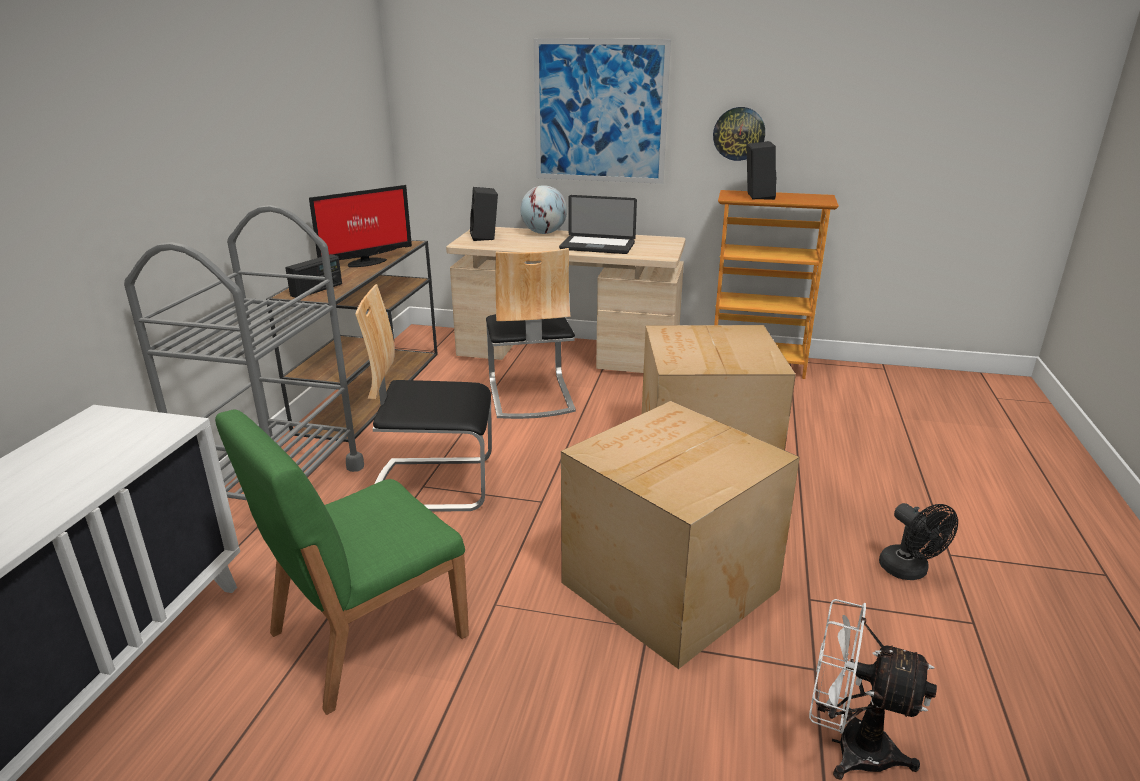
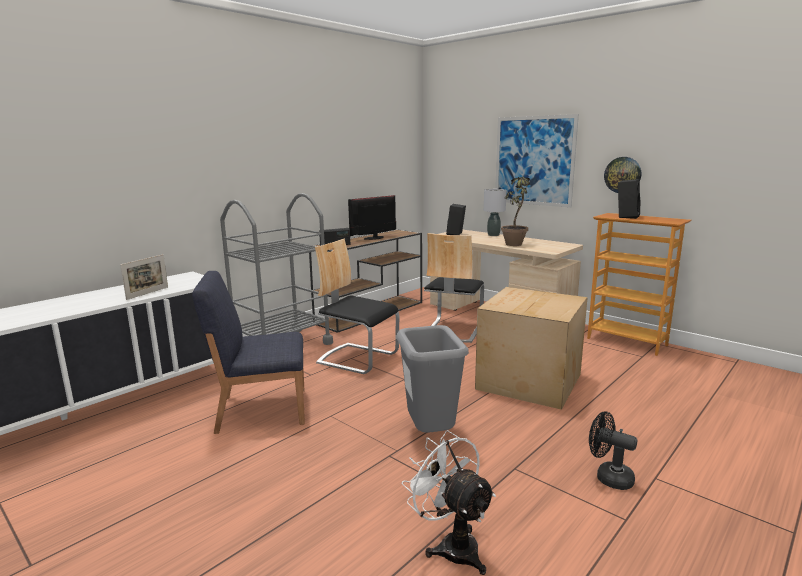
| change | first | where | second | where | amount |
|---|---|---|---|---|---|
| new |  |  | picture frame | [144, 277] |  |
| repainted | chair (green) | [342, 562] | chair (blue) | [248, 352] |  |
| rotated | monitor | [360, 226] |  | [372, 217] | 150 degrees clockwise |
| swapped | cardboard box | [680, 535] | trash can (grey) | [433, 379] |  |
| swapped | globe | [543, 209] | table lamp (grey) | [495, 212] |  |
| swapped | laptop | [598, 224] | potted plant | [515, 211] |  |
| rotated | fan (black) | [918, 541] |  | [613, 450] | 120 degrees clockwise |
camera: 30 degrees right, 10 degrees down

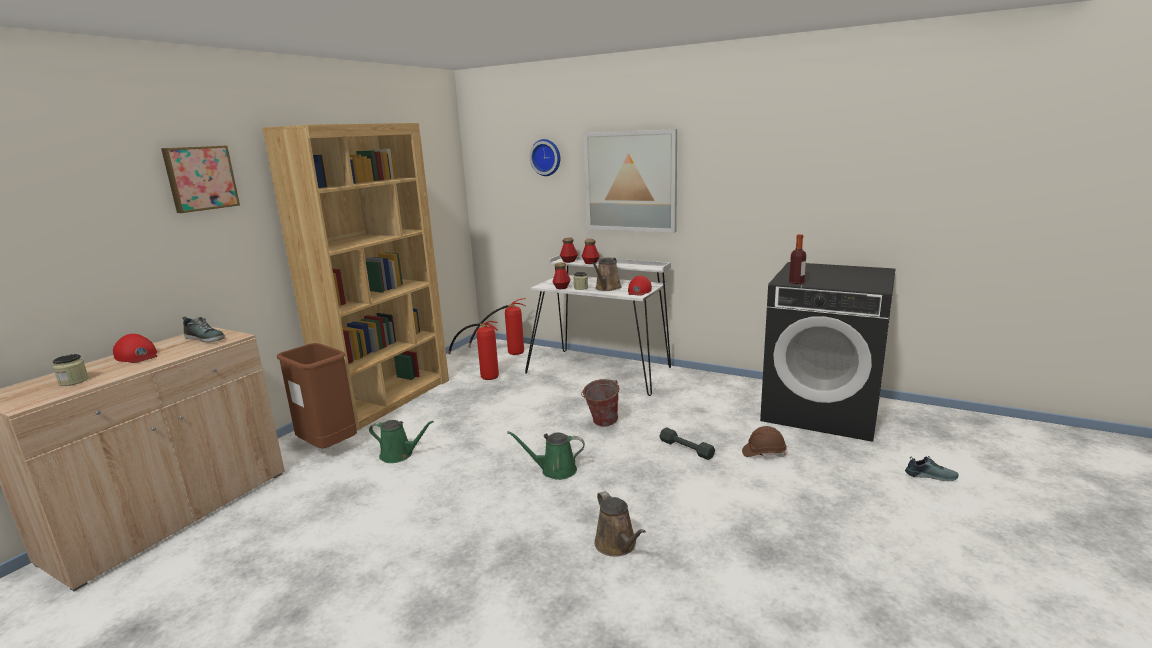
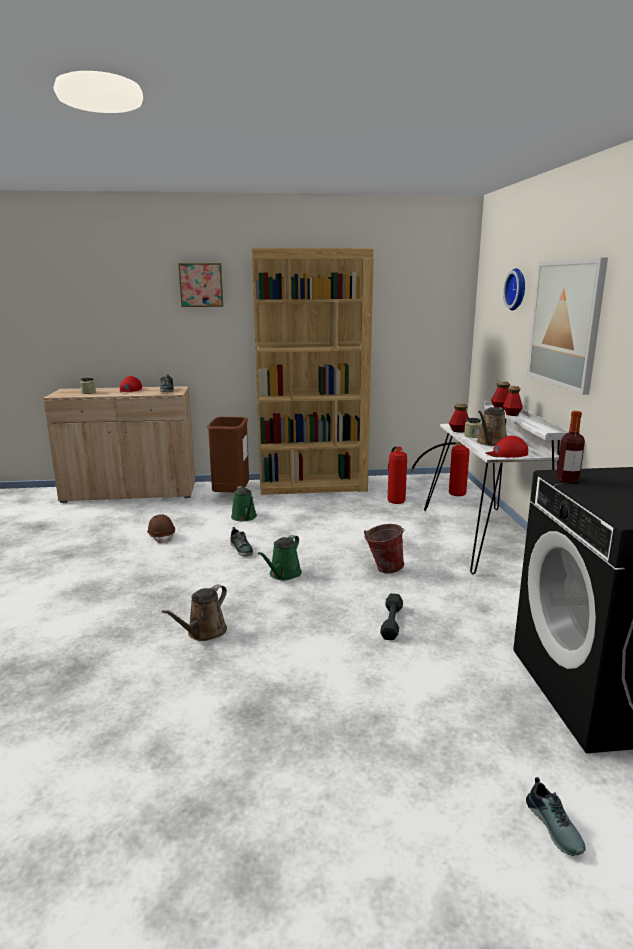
| change | first | where | second | where | amount |
|---|---|---|---|---|---|
| shifted | hard hat (brown) | [764, 441] |  | [161, 529] |  |
| new |  |  | shoe | [241, 542] |  |
| rotated | watering can (green) | [546, 455] |  | [280, 557] | 120 degrees counterclockwise |
| rotated | watering can (brown) | [607, 274] |  | [492, 426] | 45 degrees counterclockwise |
camera: 55 degrees right, 0 degrees up

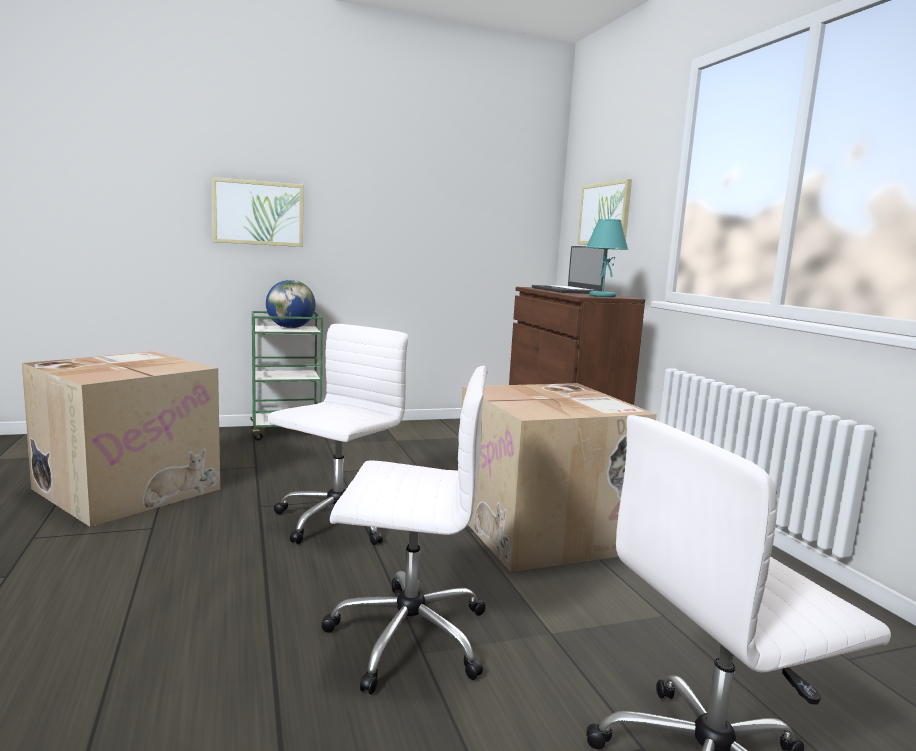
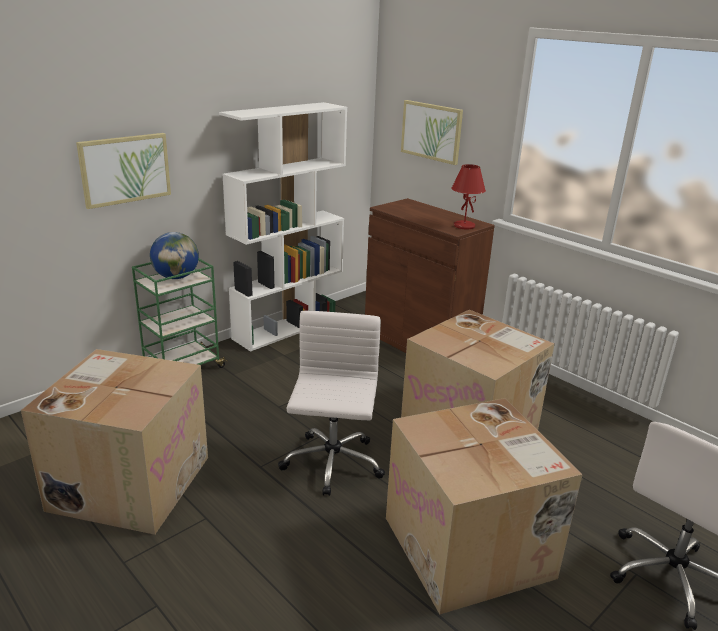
| change | first | where | second | where | amount |
|---|---|---|---|---|---|
| new |  |  | bookcase (white) | [283, 227] |  |
| swapped | office chair (white) | [404, 530] | cardboard box | [484, 506] |  |
| repainted | table lamp (turquoise) | [607, 258] | table lamp (red) | [468, 196] |  |
| gone | laptop | [569, 270] |  |  |  |
camera: 25 degrees left, 15 degrees up

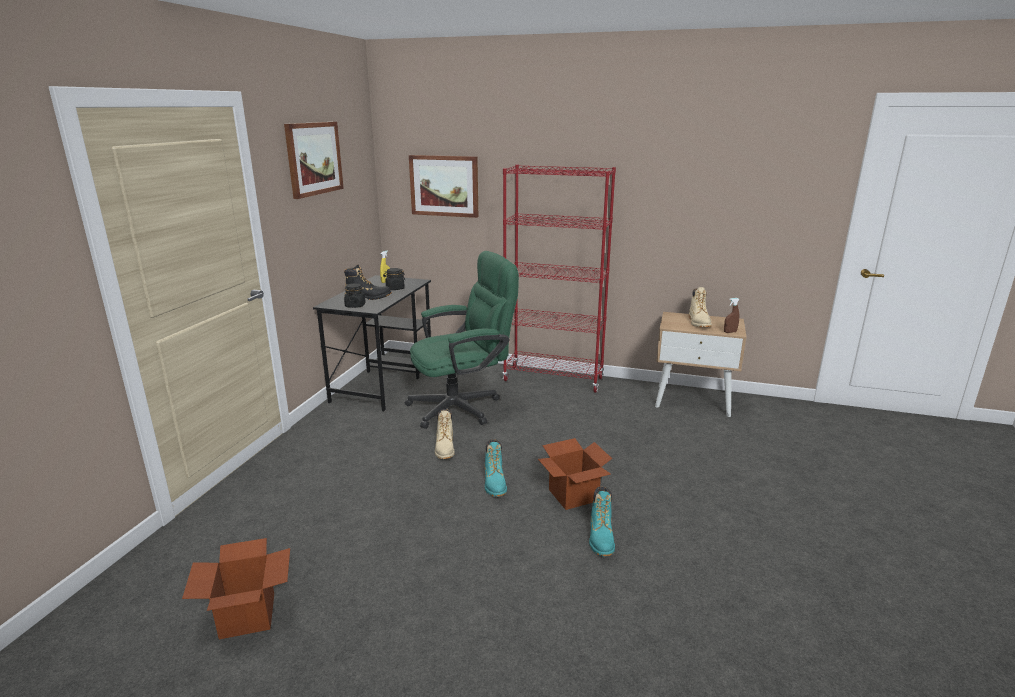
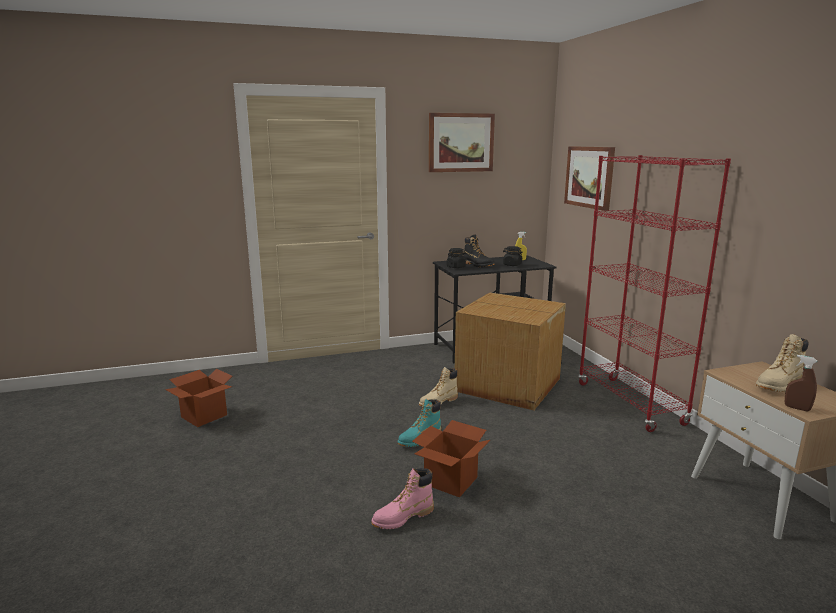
| change | first | where | second | where | amount |
|---|---|---|---|---|---|
| repainted | boot (turquoise) | [602, 521] | boot (pink) | [402, 498] |  |
| swapped | office chair (green) | [462, 340] | cardboard box | [510, 351] |  |
camera: 55 degrees right, 5 degrees down

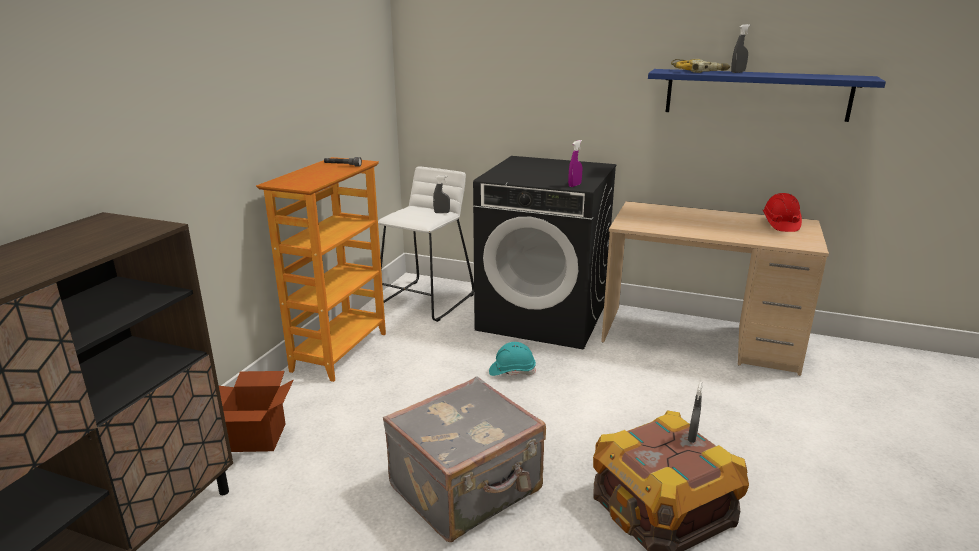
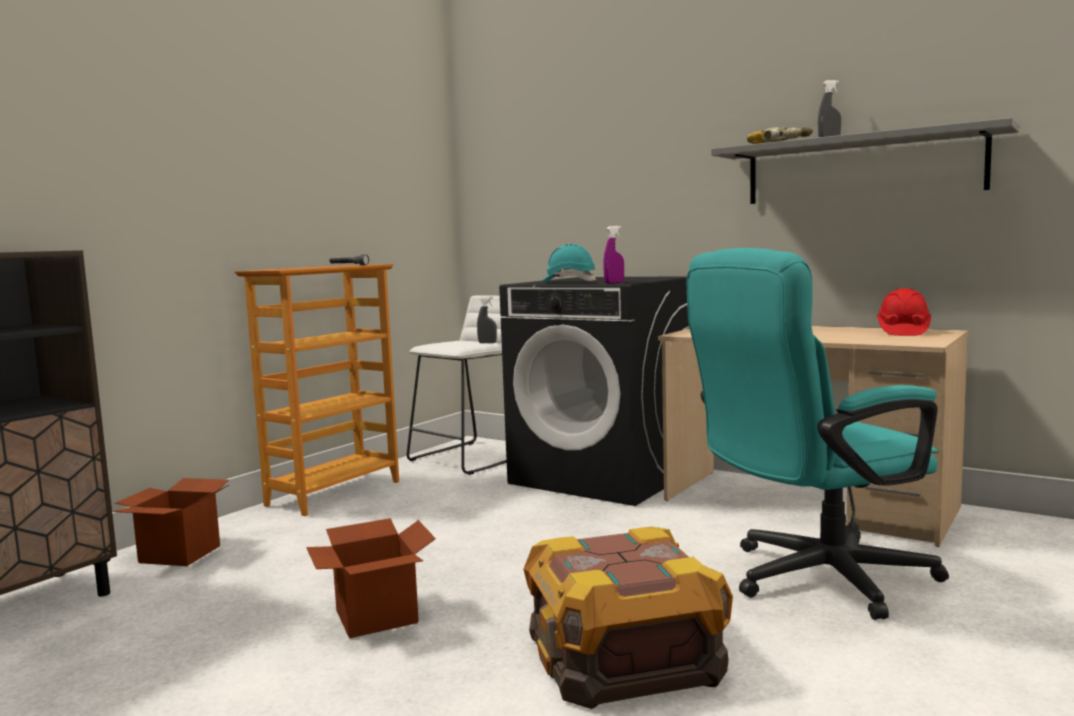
| change | first | where | second | where | amount |
|---|---|---|---|---|---|
| swapped | suitcase (grey) | [464, 459] | cardboard box | [371, 578] |  |
| shifted | hard hat (turquoise) | [512, 359] |  | [568, 263] |  |
| new |  |  | office chair (turquoise) | [817, 434] |  |
| repainted | shelf (blue) | [767, 95] | shelf (grey) | [865, 161] |  |
| gone | spray bottle (grey) | [695, 412] |  |  |  |
camera: 15 degrees right, 15 degrees down

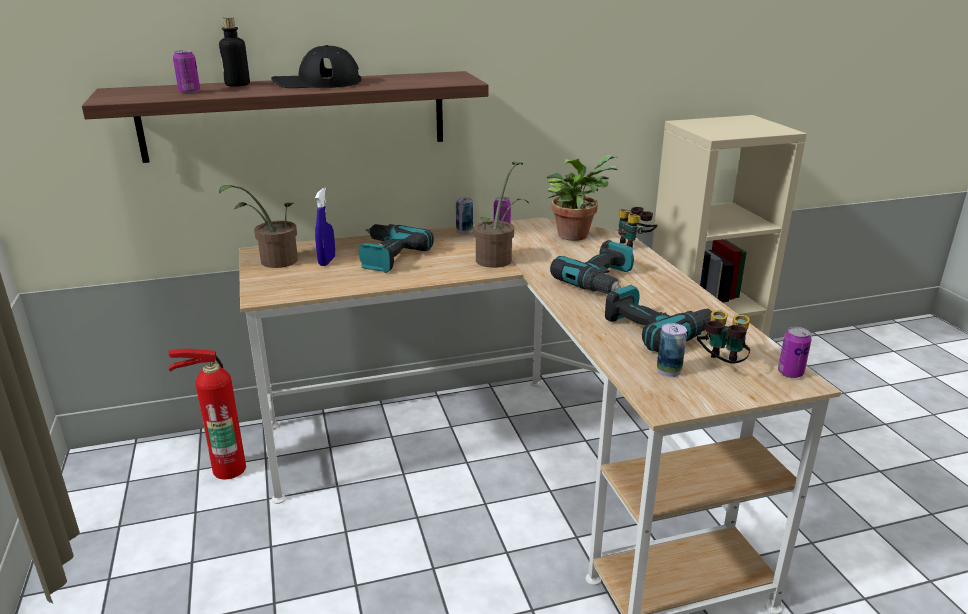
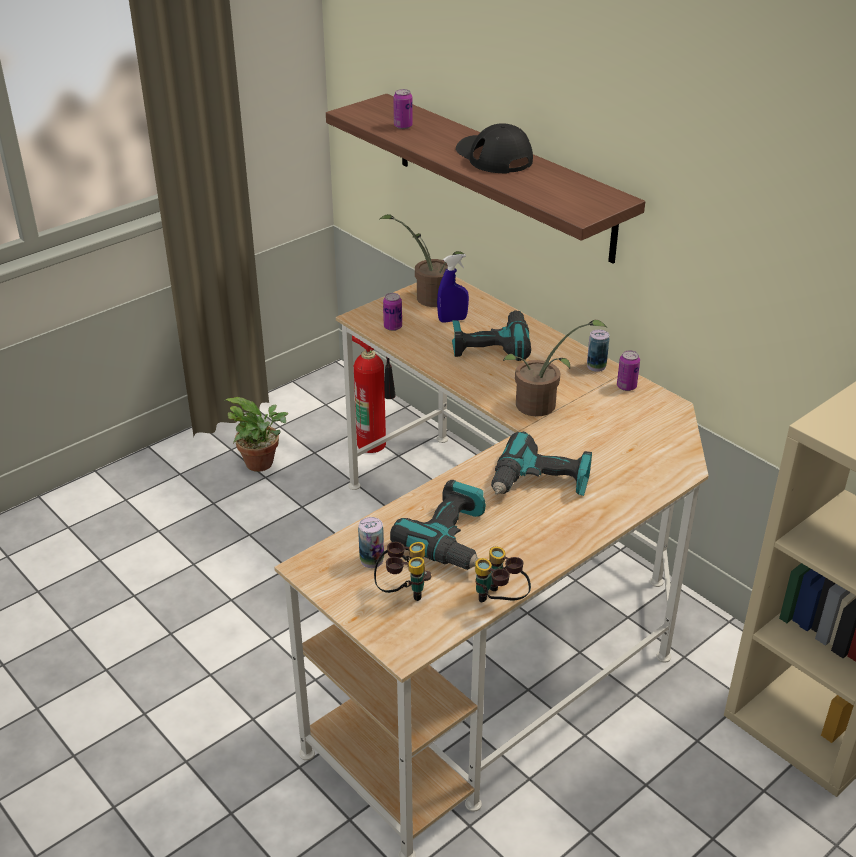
| change | first | where | second | where | amount |
|---|---|---|---|---|---|
| shifted | potted plant | [582, 198] |  | [256, 434] |  |
| shifted | can | [795, 352] |  | [392, 312] |  |
| shifted | binoculars | [638, 227] |  | [503, 574] |  |
| gone | bottle | [234, 52] |  |  |  |
camera: 65 degrees right, 10 degrees up

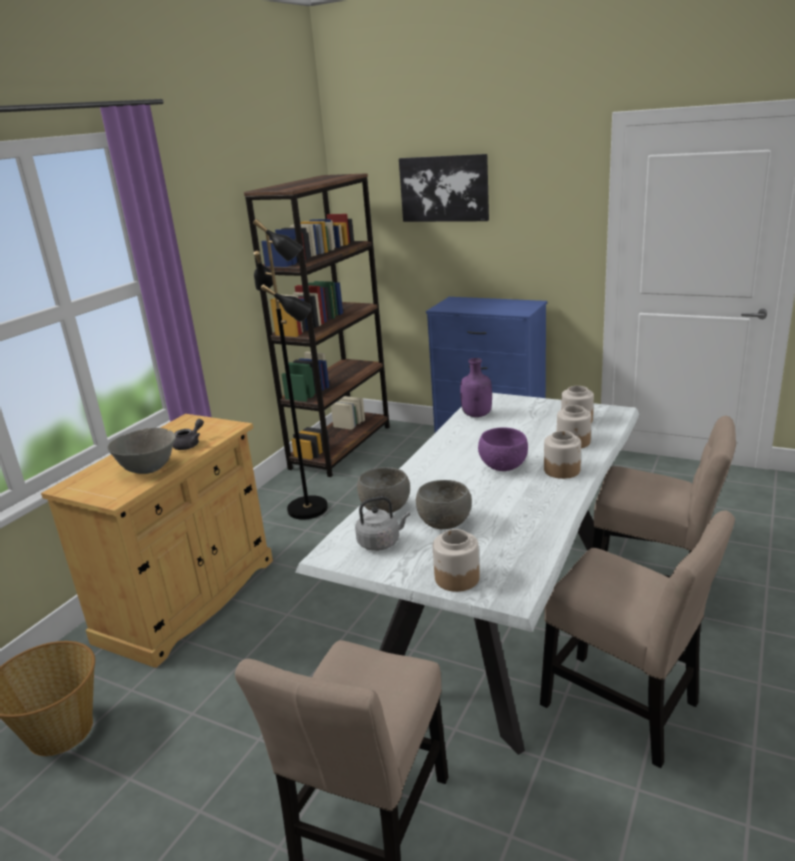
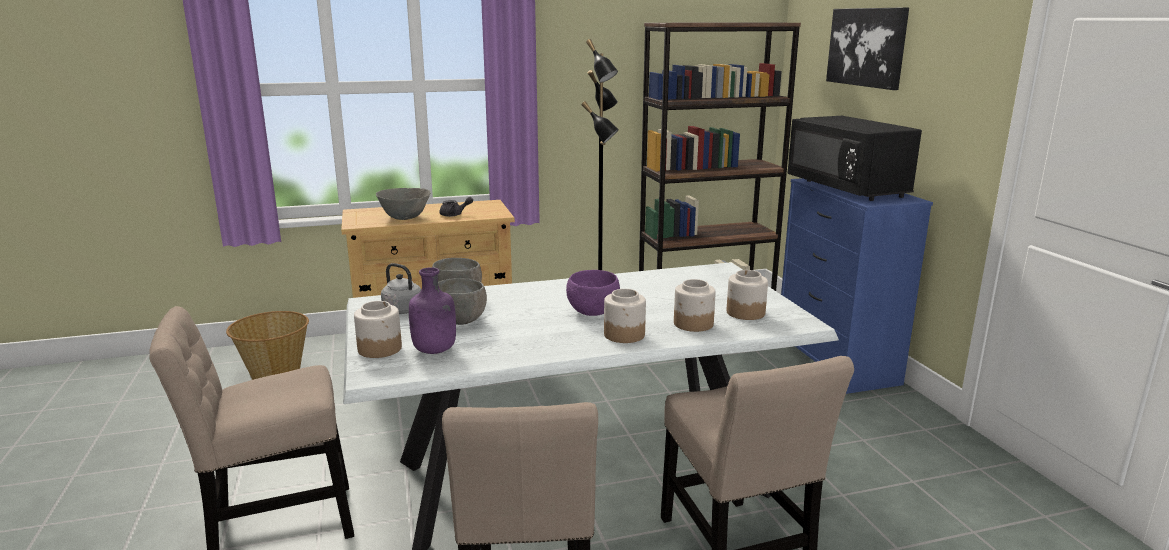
| change | first | where | second | where | amount |
|---|---|---|---|---|---|
| shifted | bottle (purple) | [476, 387] |  | [432, 310] |  |
| new |  |  | microwave (black) | [854, 158] |  |
camera: 45 degrees right, 5 degrees down

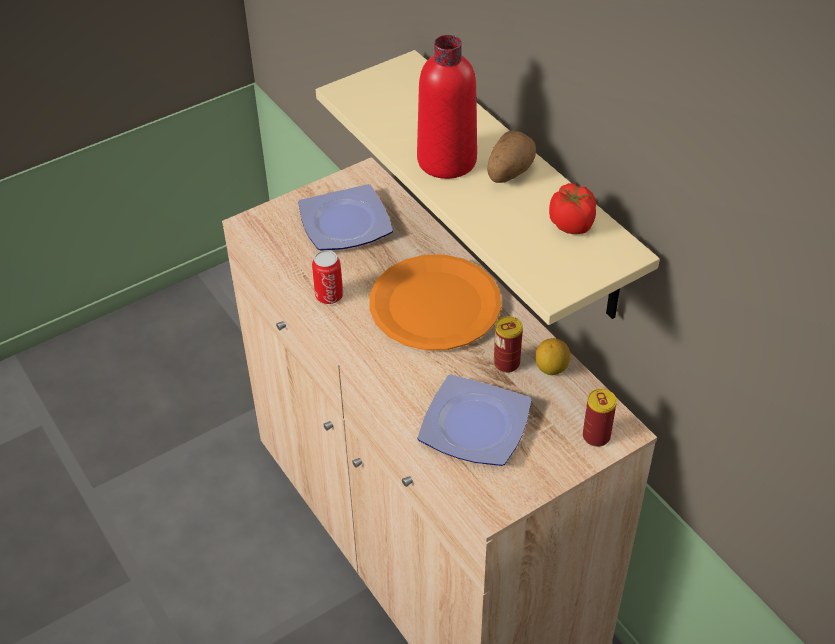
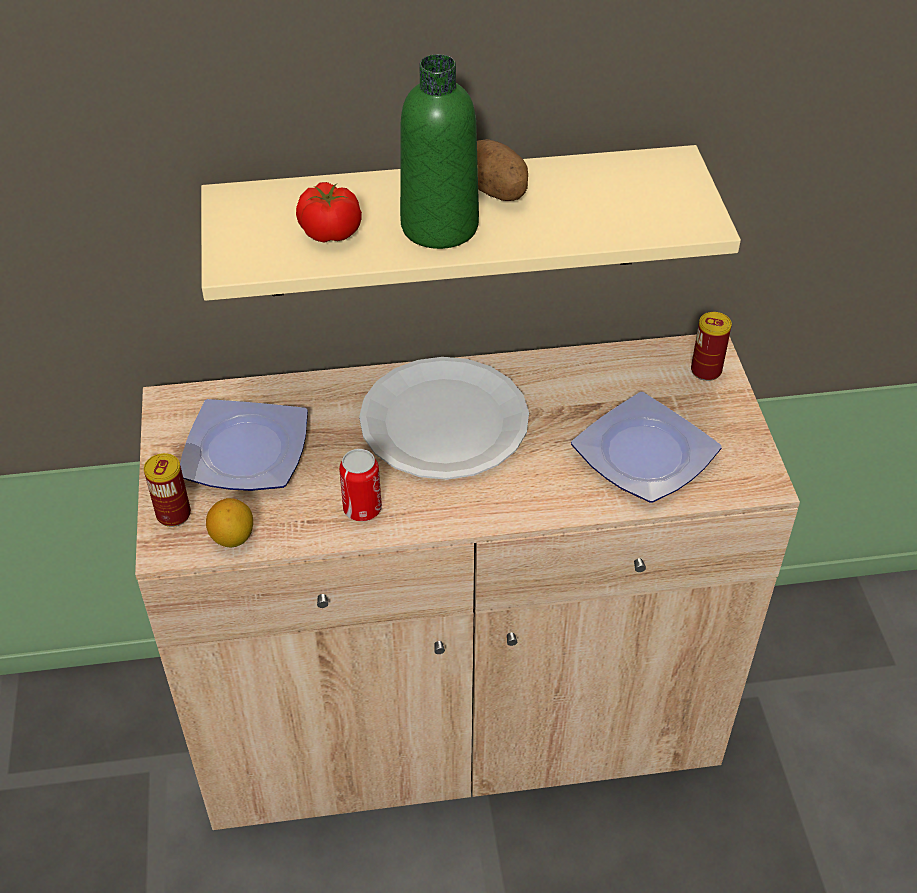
| change | first | where | second | where | amount |
|---|---|---|---|---|---|
| shifted | can | [508, 344] |  | [167, 490] |  |
| shifted | lemon | [552, 356] |  | [229, 523] |  |
| shifted | tomato | [572, 208] |  | [329, 212] |  |
| repainted | plate (orange) | [435, 302] | plate (white) | [444, 418] |  |
| repainted | bottle (red) | [447, 107] | bottle (green) | [439, 151] |  |
camera: 65 degrees left, 0 degrees up

